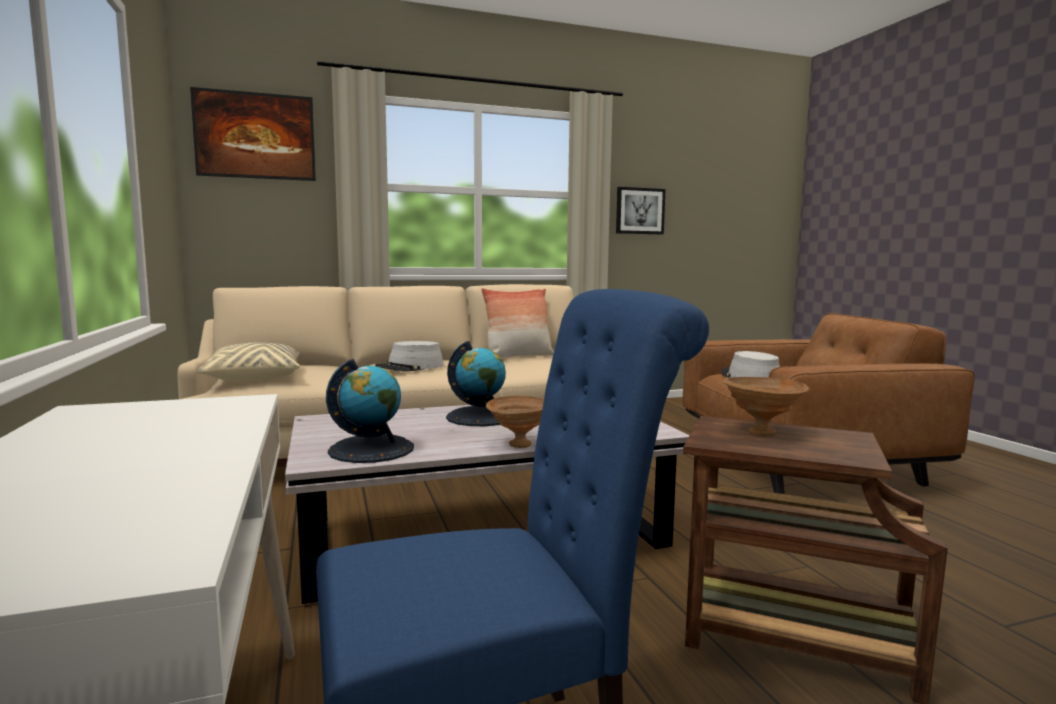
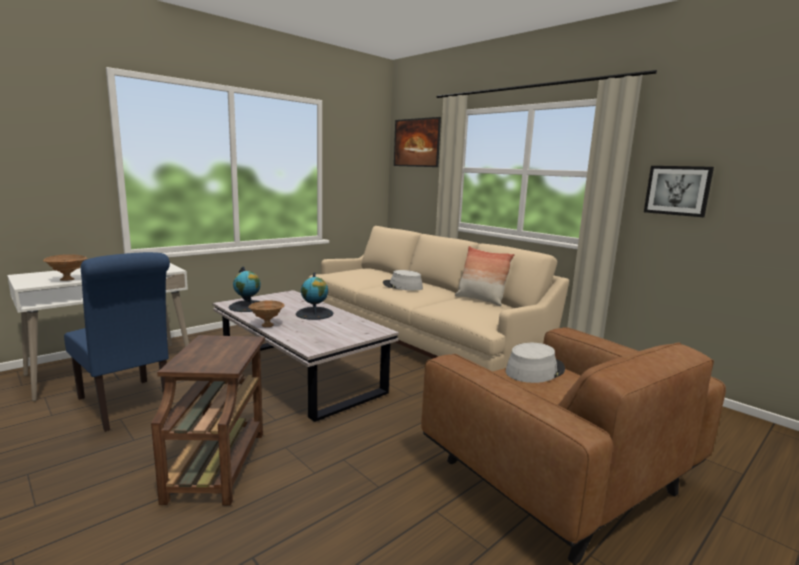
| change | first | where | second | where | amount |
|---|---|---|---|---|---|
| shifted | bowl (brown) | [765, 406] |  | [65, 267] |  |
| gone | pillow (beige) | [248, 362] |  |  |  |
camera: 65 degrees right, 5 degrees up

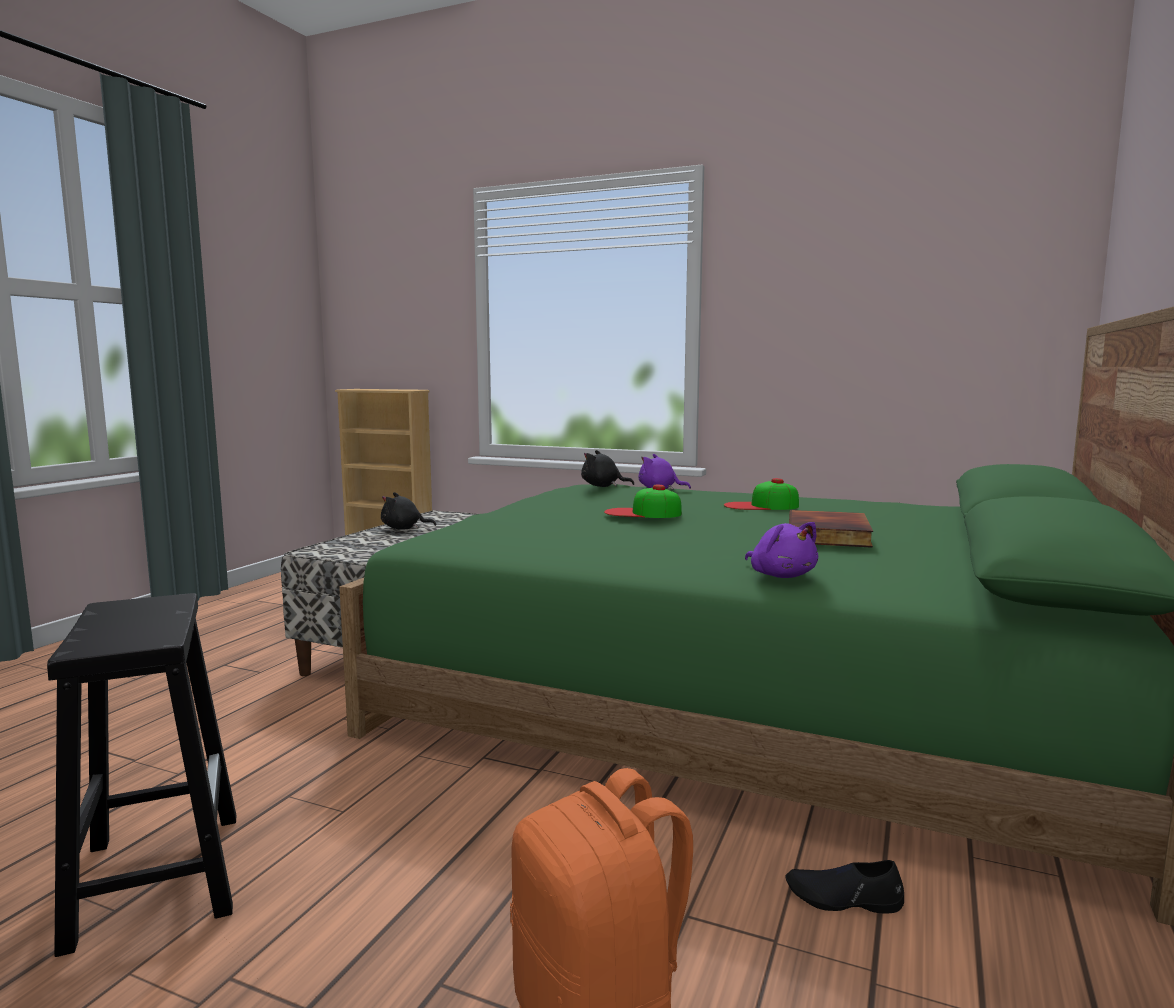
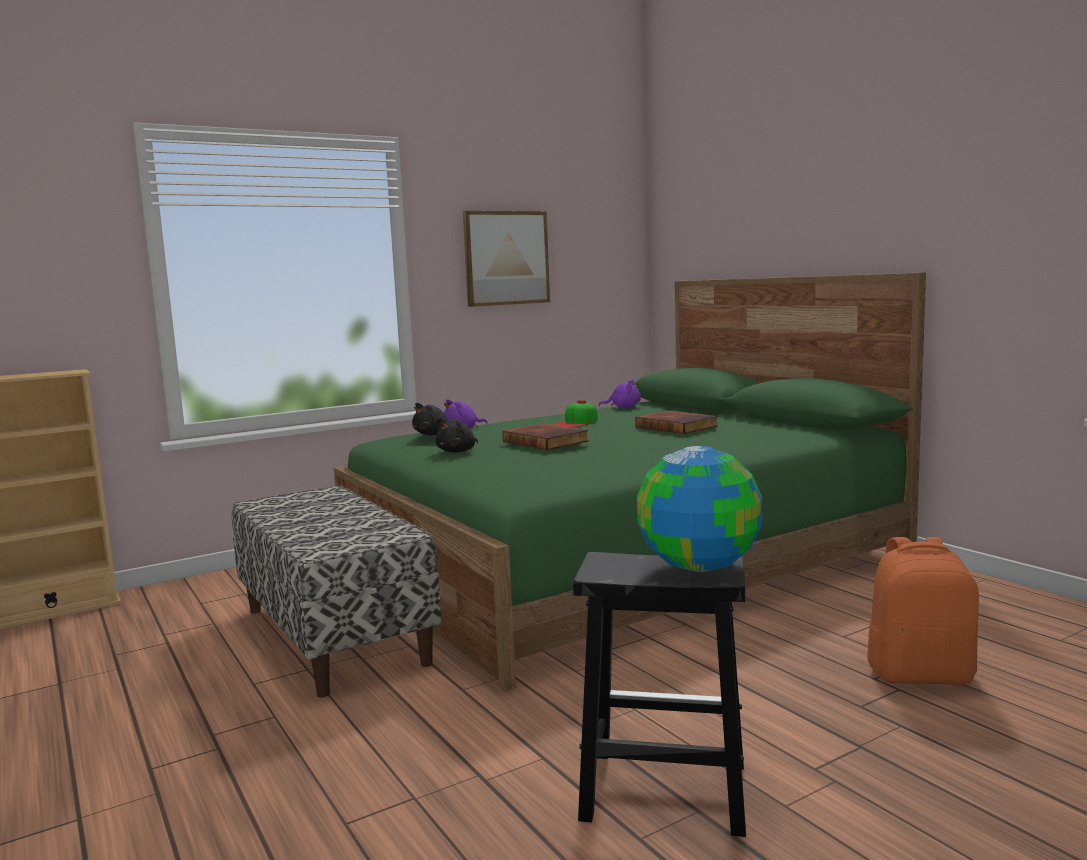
| change | first | where | second | where | amount |
|---|---|---|---|---|---|
| shifted | plush toy (black) | [408, 510] |  | [456, 435] |  |
| new |  |  | picture | [506, 259] |  |
| swapped | cap | [643, 501] | book | [545, 437] |  |
| shifted | plush toy (purple) | [781, 550] |  | [620, 394] |  |
| new |  |  | globe | [699, 509] |  |
| gone | shoe (black) | [844, 887] |  |  |  |
camera: 55 degrees left, 0 degrees up

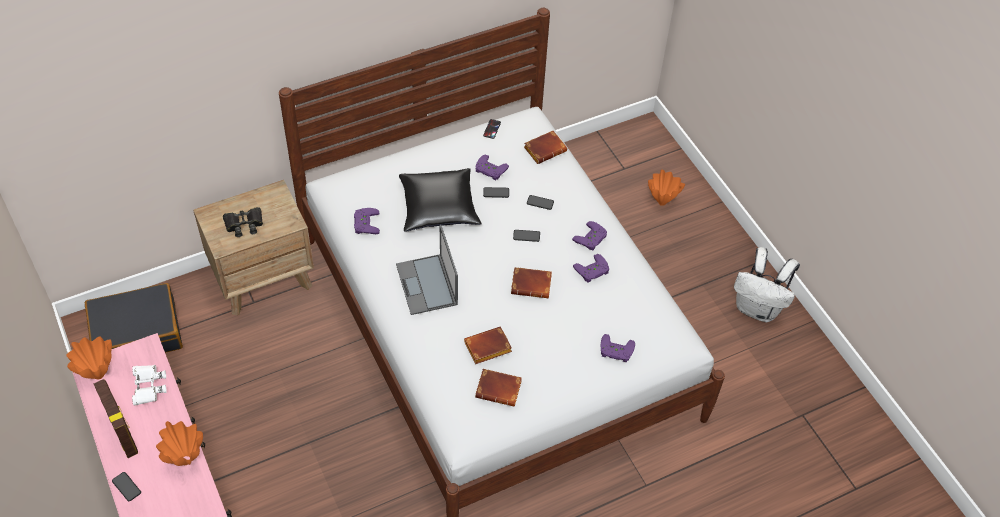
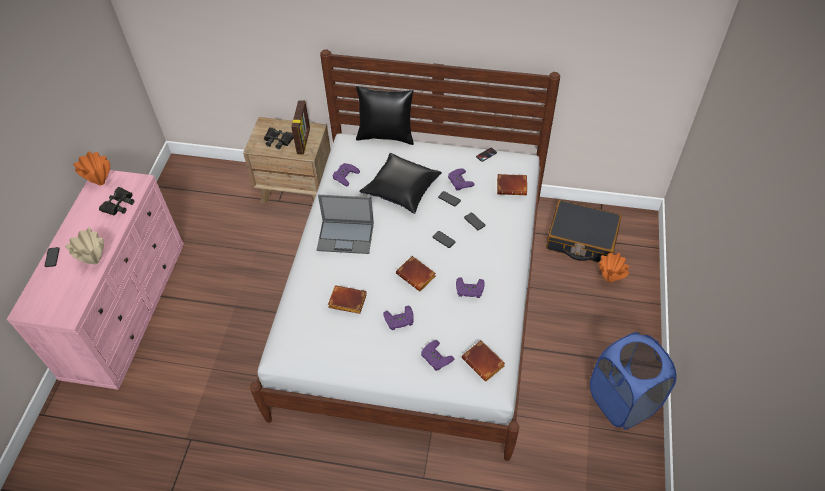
| change | first | where | second | where | amount |
|---|---|---|---|---|---|
| repainted | vase (orange) | [179, 443] | vase (beige) | [84, 246] |  |
| repainted | binoculars (white) | [149, 385] | binoculars (black) | [116, 201] |  |
| shifted | picture frame | [116, 418] |  | [300, 127] |  |
| rotated | laptop | [427, 270] |  | [345, 224] | 105 degrees counterclockwise |
| new |  |  | pillow (black) | [385, 115] |  |
| shifted | game controller (purple) | [589, 236] |  | [398, 318] |  |
| shifted | book (brown) | [498, 387] |  | [483, 361] |  |
| shifted | suitcase (black) | [134, 318] |  | [583, 231] |  |
| swapped | backpack (white) | [767, 284] | laundry basket (blue) | [633, 381] |  |
camera: 40 degrees right, 0 degrees up

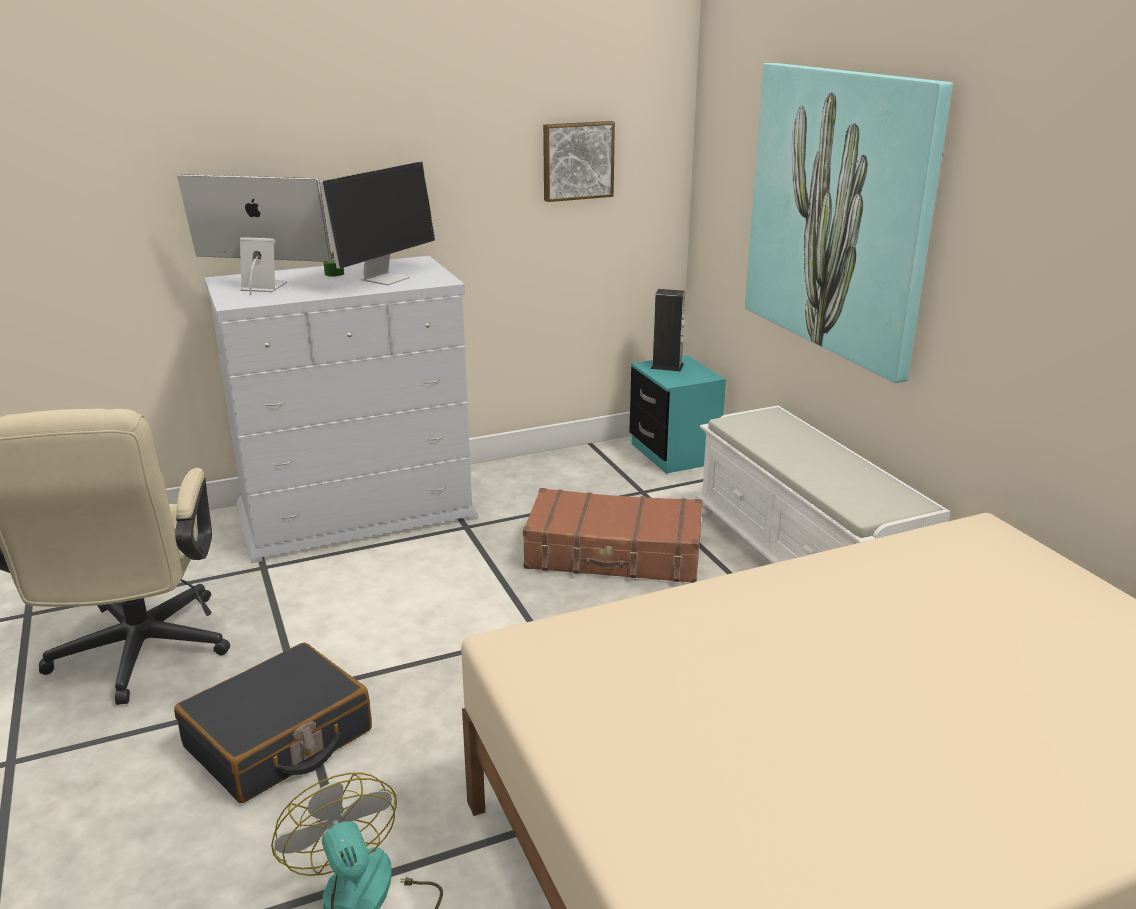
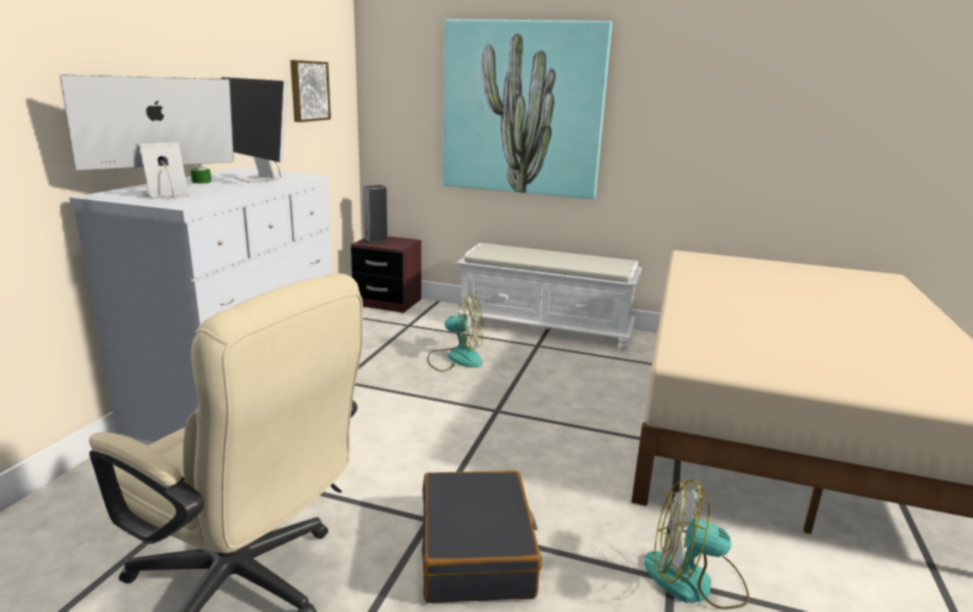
| change | first | where | second | where | amount |
|---|---|---|---|---|---|
| rotated | monitor | [377, 223] |  | [254, 129] | 150 degrees clockwise |
| repainted | nightstand (turquoise) | [677, 414] | nightstand (brown) | [386, 274] |  |
| swapped | suitcase (brown) | [612, 535] | fan | [455, 332] |  |
camera: 50 degrees left, 5 degrees down

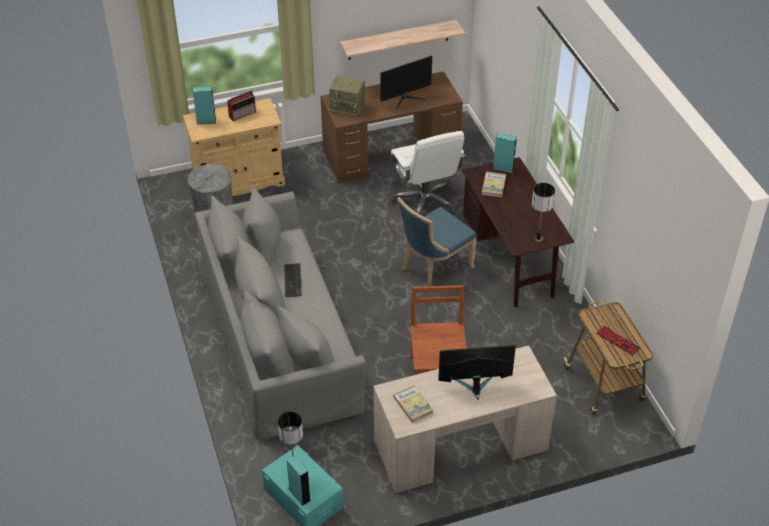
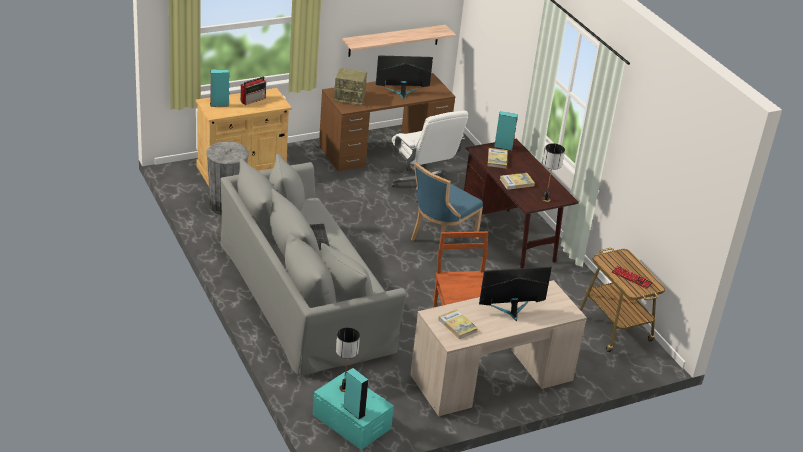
| change | first | where | second | where | amount |
|---|---|---|---|---|---|
| rotated | monitor | [406, 82] |  | [404, 77] | 150 degrees counterclockwise |
| new |  |  | book | [517, 181] |  |
camera: 10 degrees left, 10 degrees down

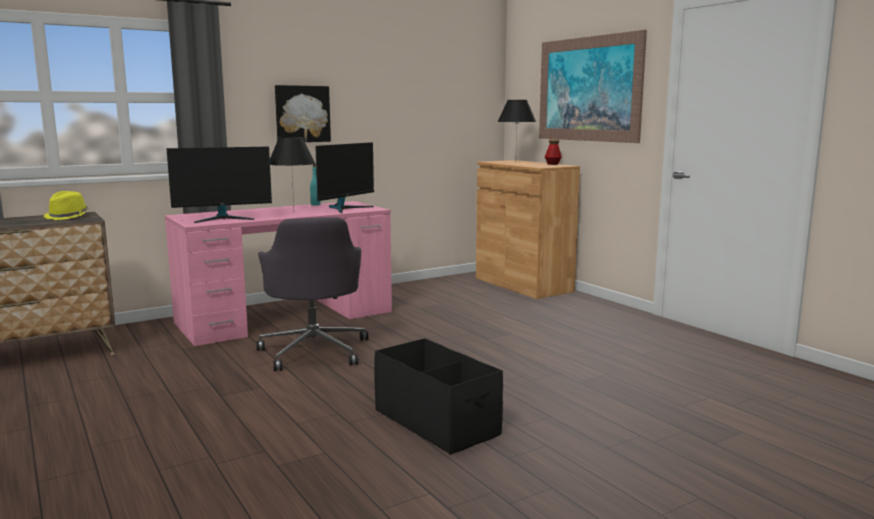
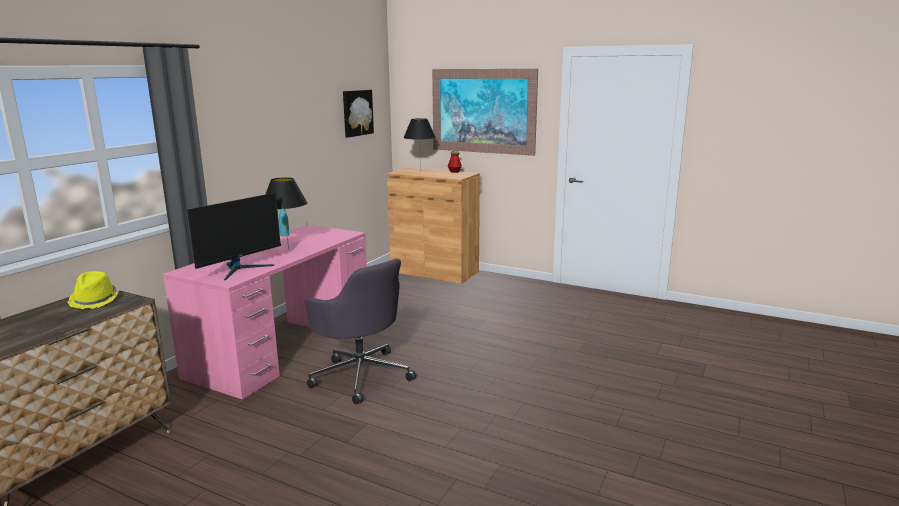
| change | first | where | second | where | amount |
|---|---|---|---|---|---|
| shifted | picture | [303, 113] |  | [358, 113] |  |
| gone | monitor | [344, 177] |  |  |  |
| gone | storage box (black) | [438, 396] |  |  |  |
camera: 30 degrees left, 5 degrees up

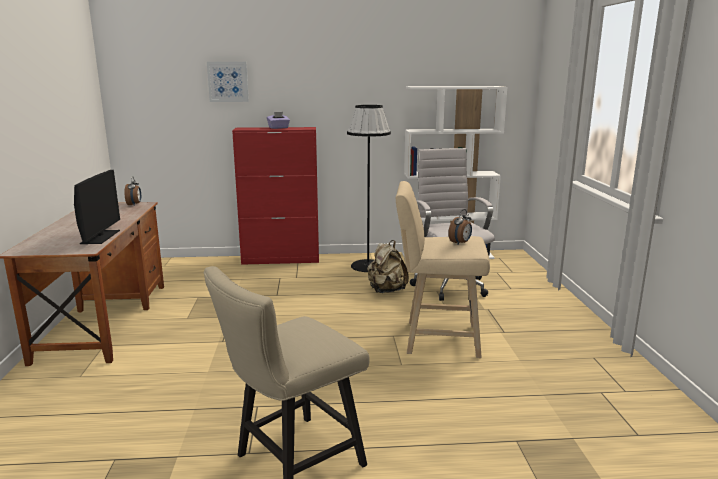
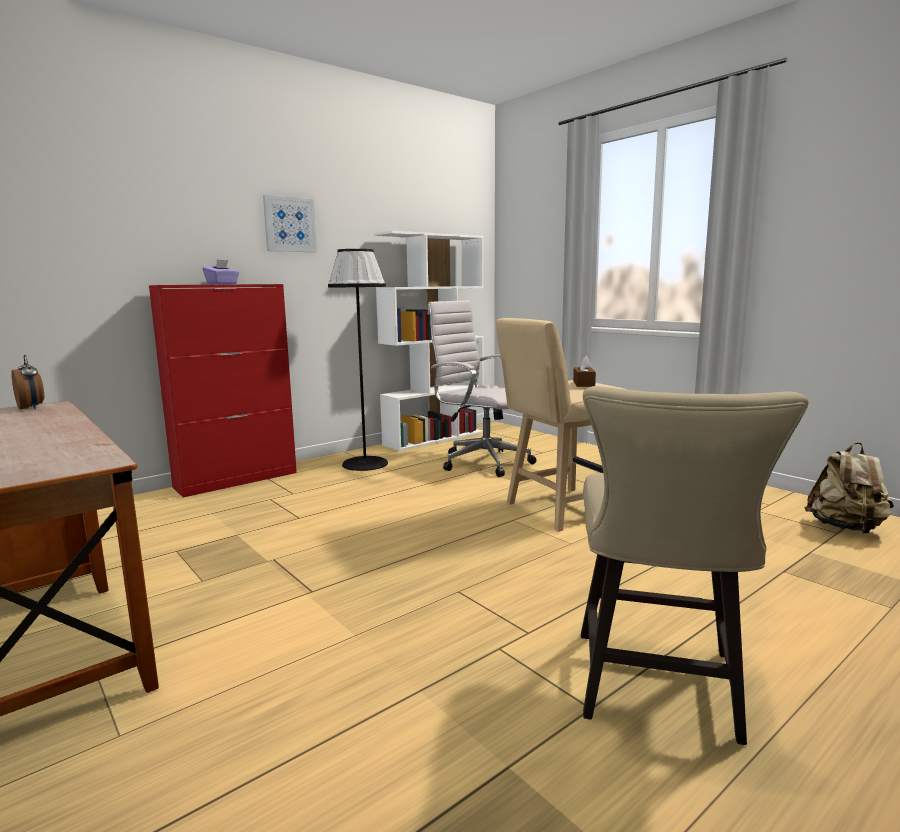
| change | first | where | second | where | amount |
|---|---|---|---|---|---|
| shifted | picture | [228, 82] |  | [290, 223] |  |
| swapped | alarm clock | [460, 227] | tissue box (brown) | [584, 371] |  |
| shifted | backpack (beige) | [388, 266] |  | [849, 488] |  |
| gone | monitor | [97, 207] |  |  |  |
camera: 35 degrees left, 5 degrees down

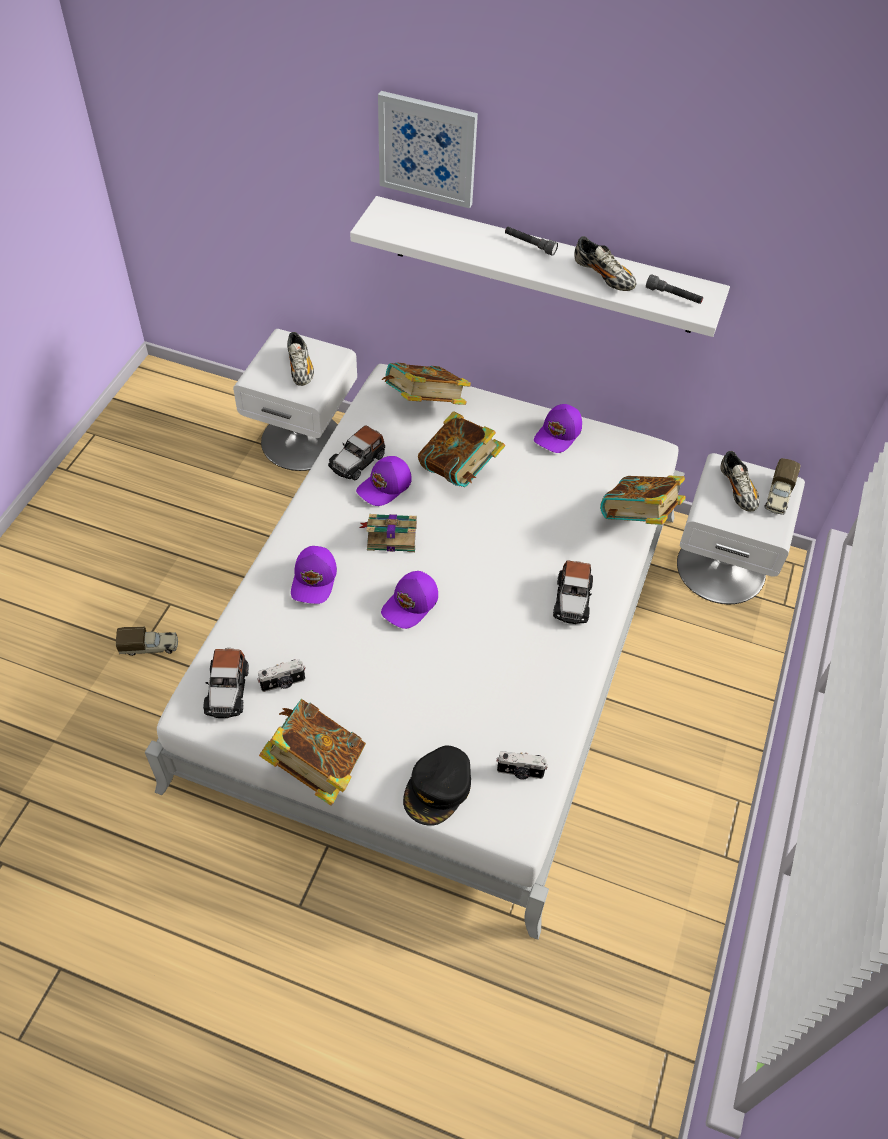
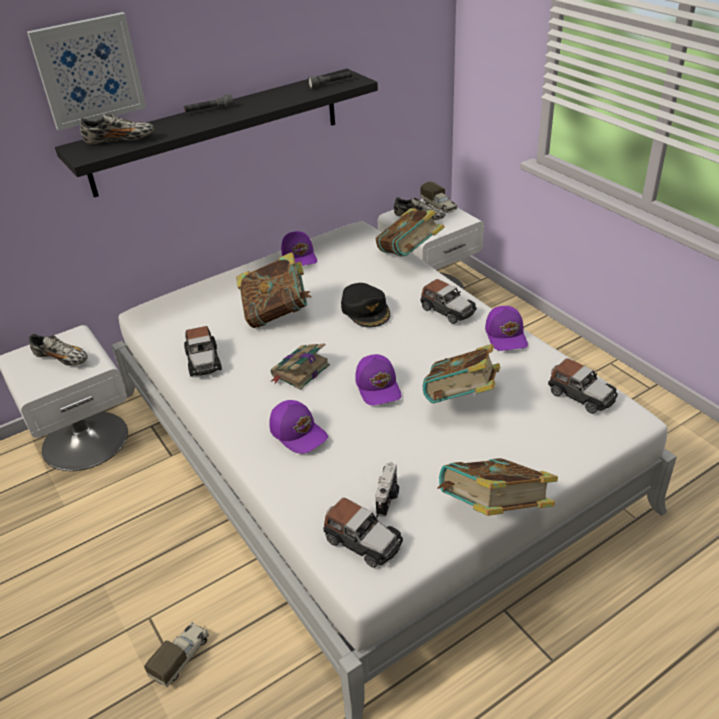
| change | first | where | second | where | amount |
|---|---|---|---|---|---|
| repainted | shelf (white) | [540, 266] | shelf (black) | [216, 133] |  |
| shifted | shoe | [605, 263] |  | [117, 129] |  |
| shifted | cap (black) | [437, 786] |  | [365, 305] |  |
| shifted | book | [426, 384] |  | [461, 373] |  |
| shifted | cap (purple) | [384, 481] |  | [506, 328] |  |
| swapped | photo camera | [522, 765] | toy car | [583, 386] |  |
camera: 50 degrees left, 15 degrees down

